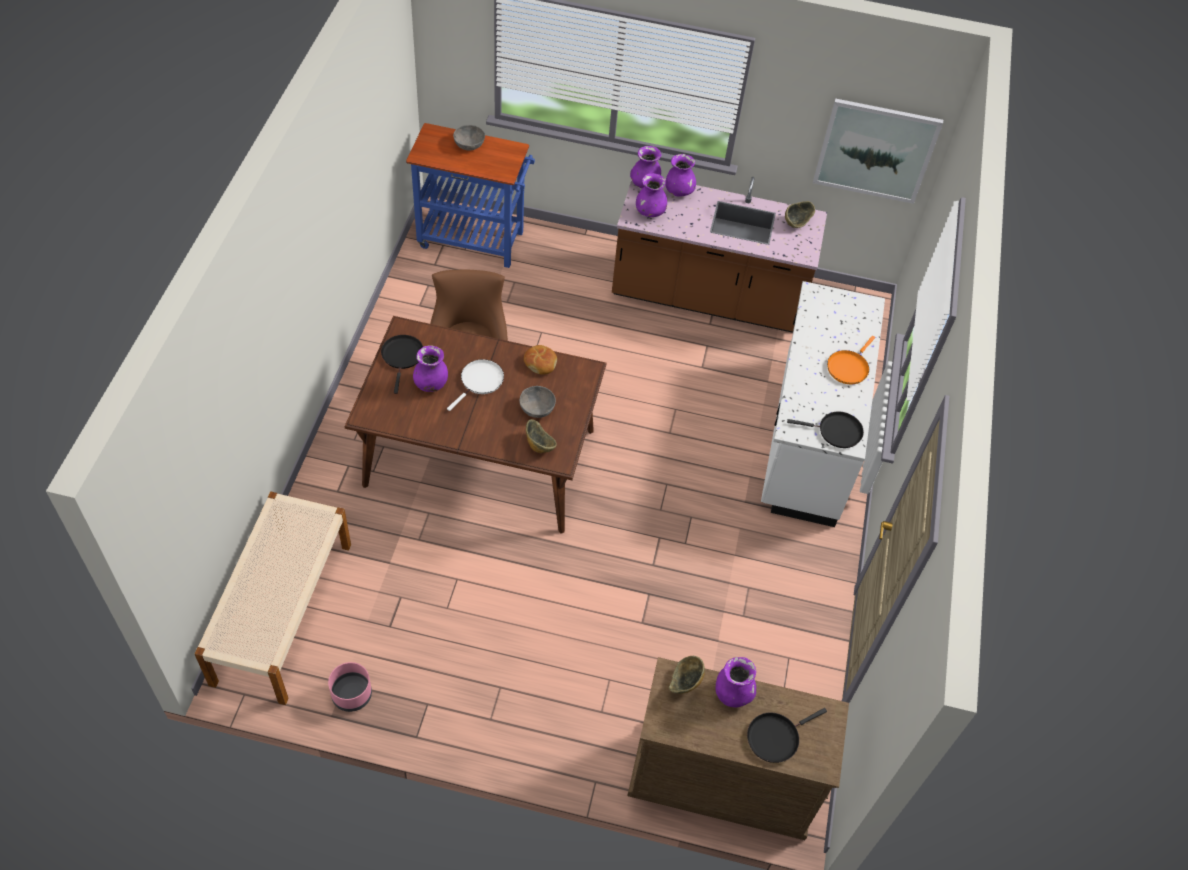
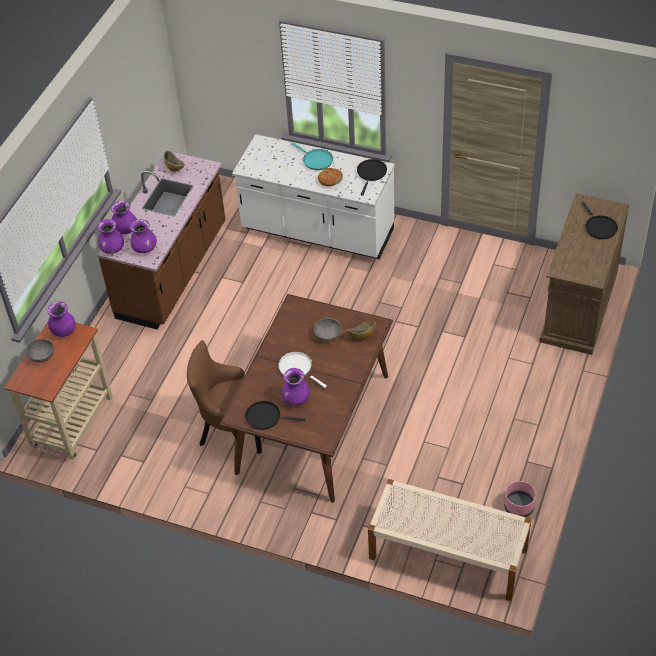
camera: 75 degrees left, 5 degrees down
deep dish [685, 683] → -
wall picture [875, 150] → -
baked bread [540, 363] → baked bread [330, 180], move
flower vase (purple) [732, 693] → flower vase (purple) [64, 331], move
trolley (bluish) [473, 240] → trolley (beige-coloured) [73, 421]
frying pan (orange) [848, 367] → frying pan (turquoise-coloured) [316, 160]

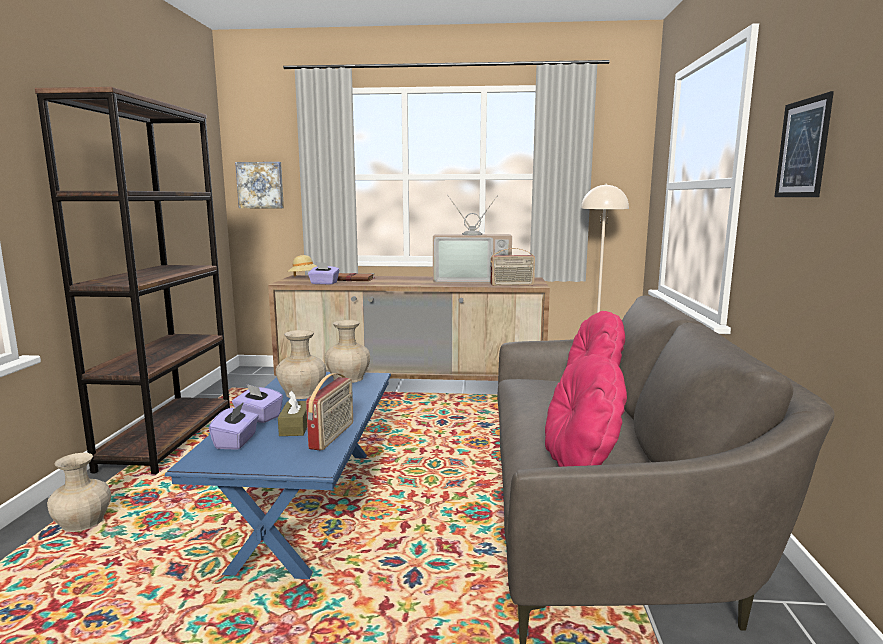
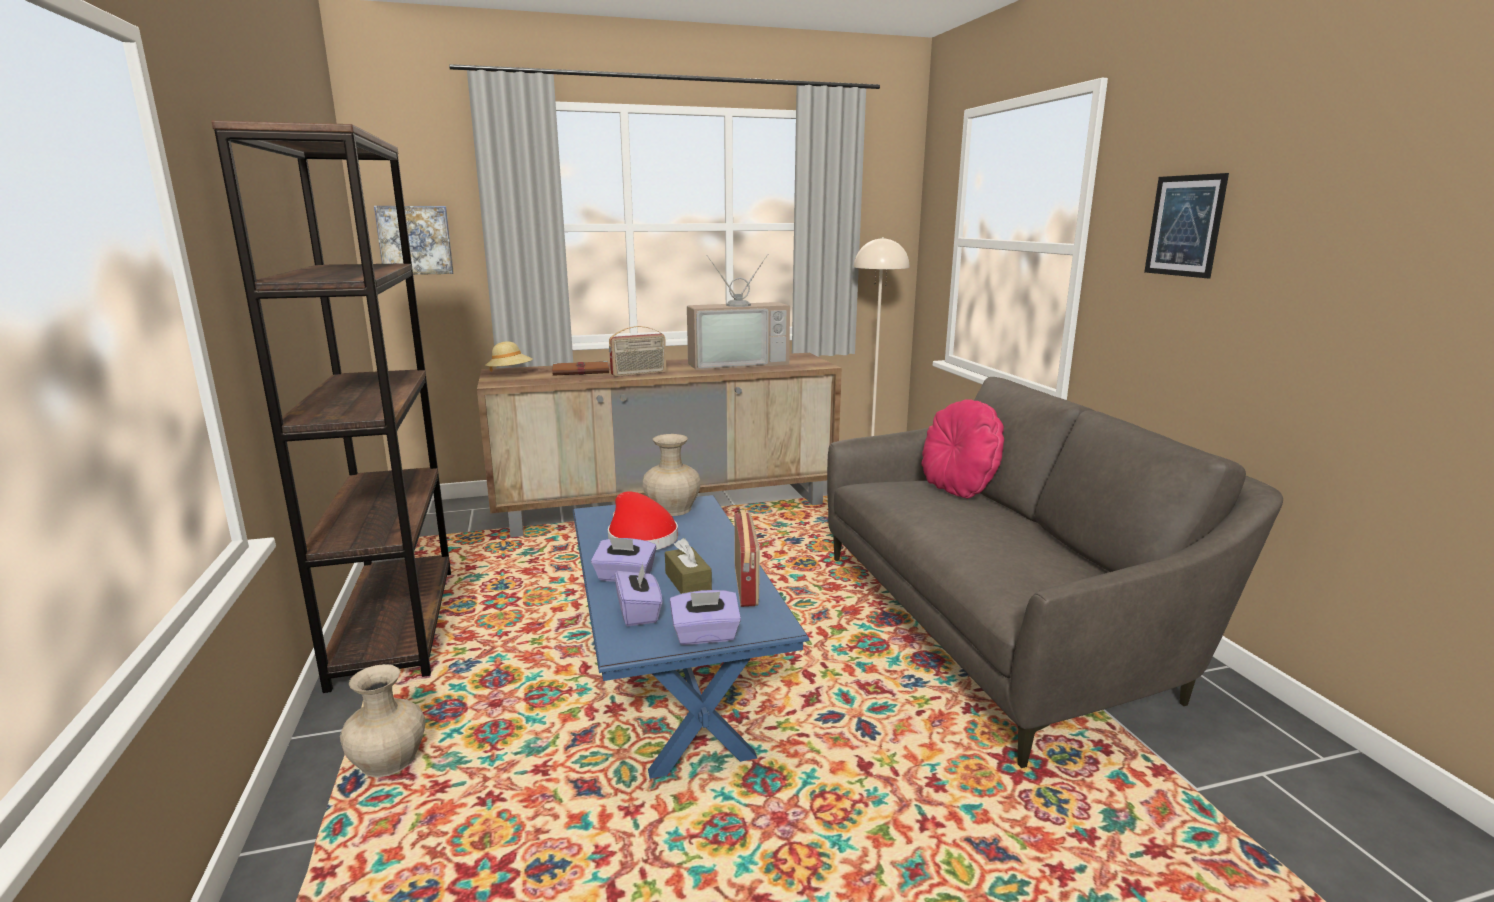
camera: 20 degrees left, 5 degrees up
cushion (pink-coloured) [580, 465] → -
box of tissues (purple) [324, 283] → box of tissues (purple) [705, 636], move
radio set [512, 285] → radio set [639, 374], move
flower vase (beige-coloured) [301, 394] → wearable hat (red-coloured) [640, 537]

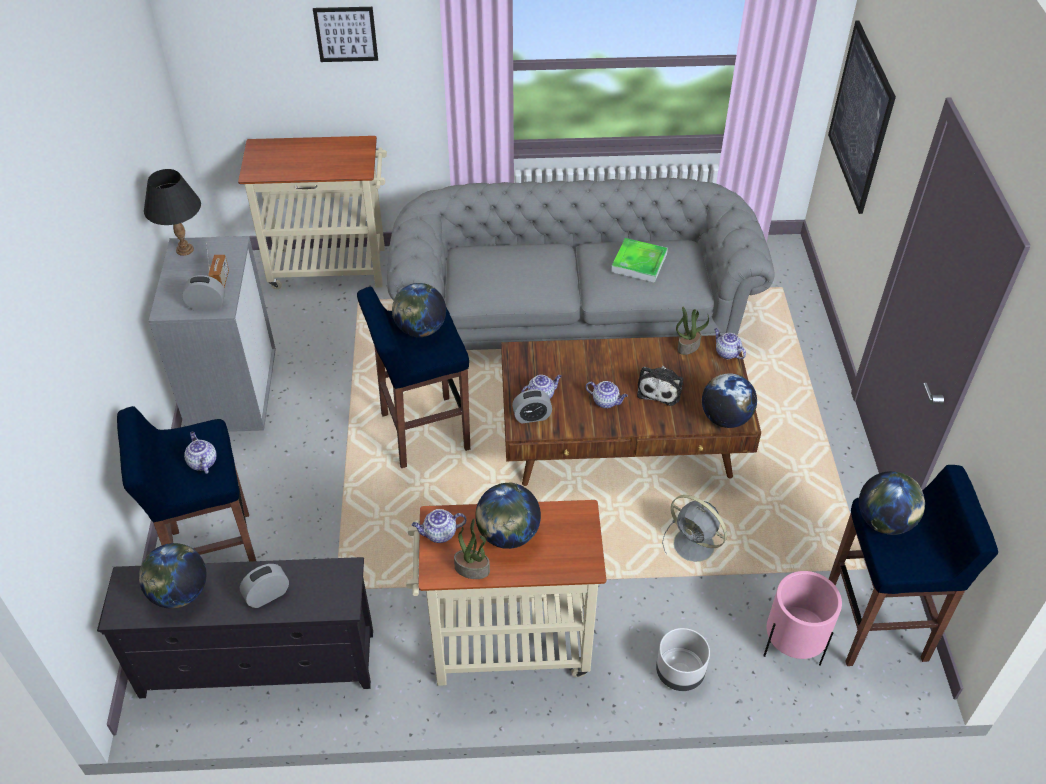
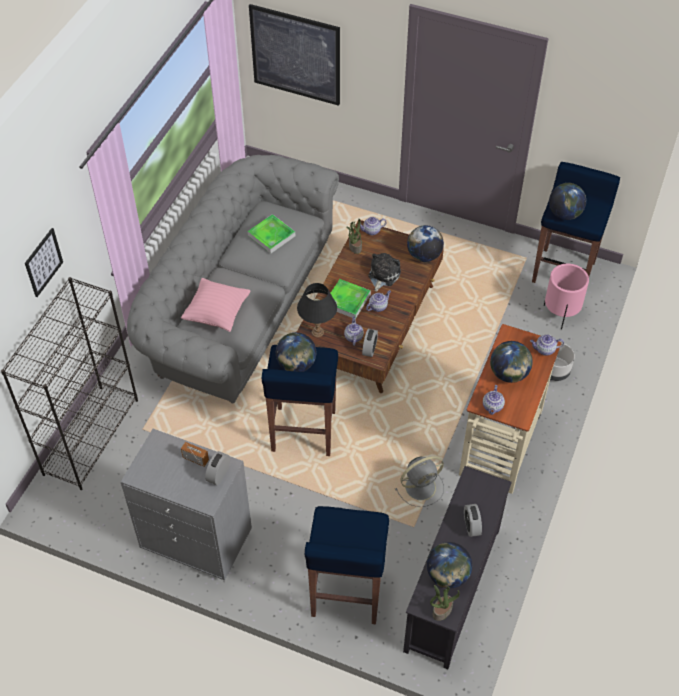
camera: 65 degrees left, 5 degrees up
- → cushion (pink-coloured) [217, 314]
- → serving tray [347, 300]
table lamp (black) [184, 250] → table lamp (black) [317, 332], move
teapot [202, 462] → teapot [544, 350], move
houseplant [472, 569] → houseplant [442, 610], move
cooling fan (greyish) [695, 546] → cooling fan (greyish) [421, 487], move
trolley (beige-coloured) [330, 268] → bookcase (black) [91, 436]
cuddly toy [660, 389] → cuddly toy [383, 275], 105 degrees counterclockwise

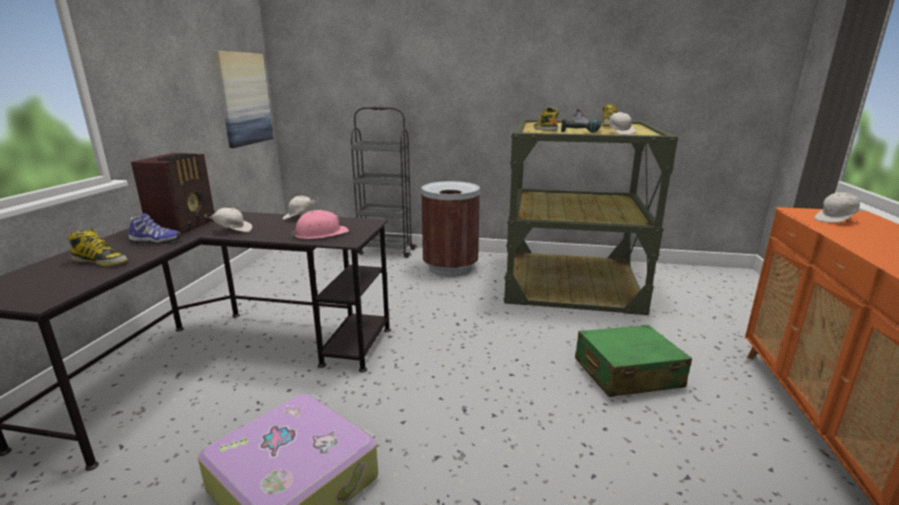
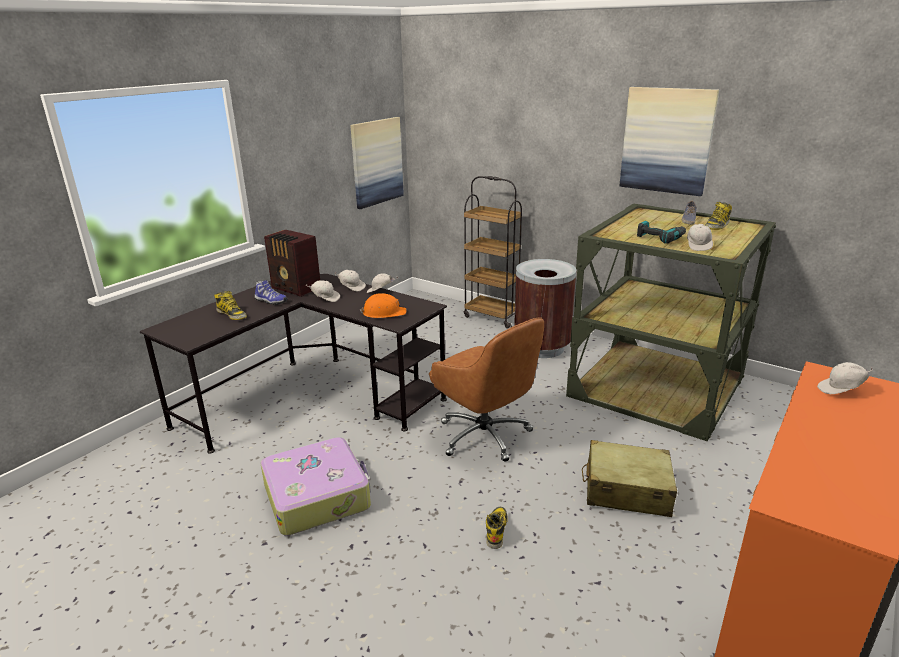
camera: 25 degrees right, 5 degrees up
- → peaked cap (white) [351, 287]
- → desk chair (brownish) [483, 436]
- → wall picture [667, 140]
boot [544, 129] → boot [496, 529], move
safety helmet (pink-coloured) [320, 233] → safety helmet (orange) [383, 312]
trolley (greyish) [386, 251] → trolley (brownish) [492, 318]
piece of luggage (greenish) [627, 373] → piece of luggage (beige-coloured) [626, 490]
radio set [185, 226] → radio set [296, 288], 90 degrees clockwise

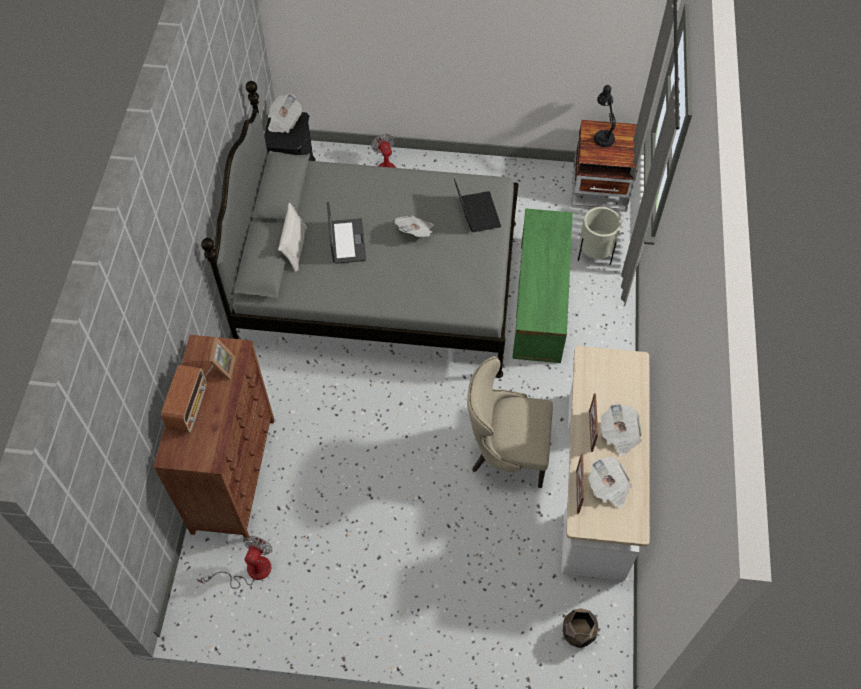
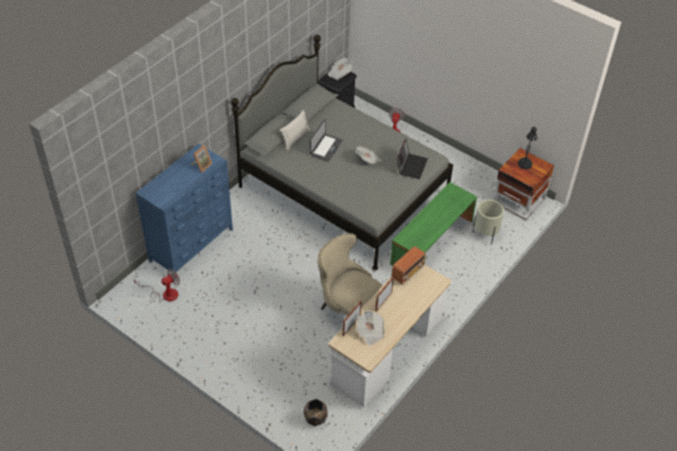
camera: 30 degrees right, 10 degrees down
daily paper [619, 435] → -
radio set [188, 407] → radio set [408, 272], move
chest of drawers (brownish) [233, 475] → chest of drawers (bluish) [191, 245]

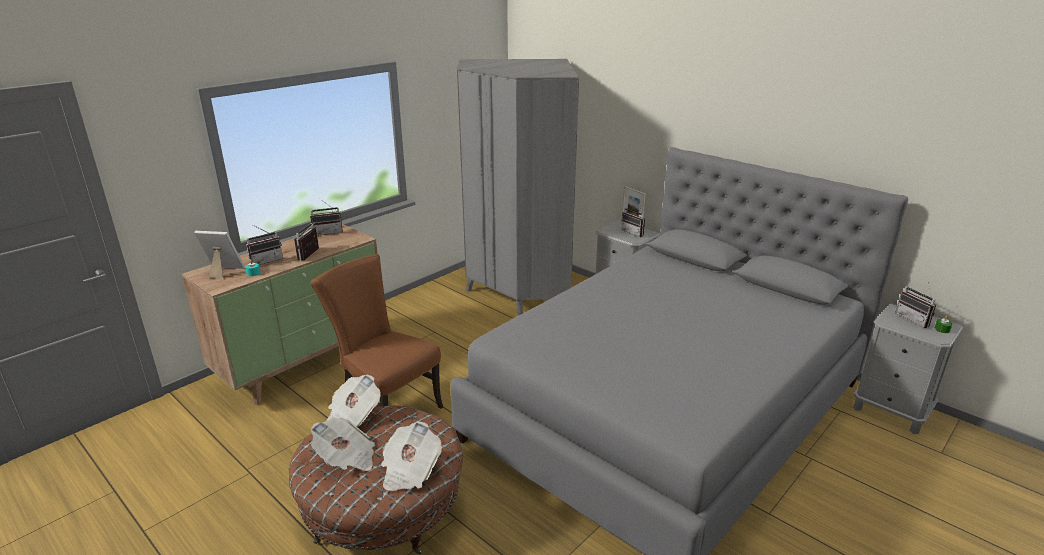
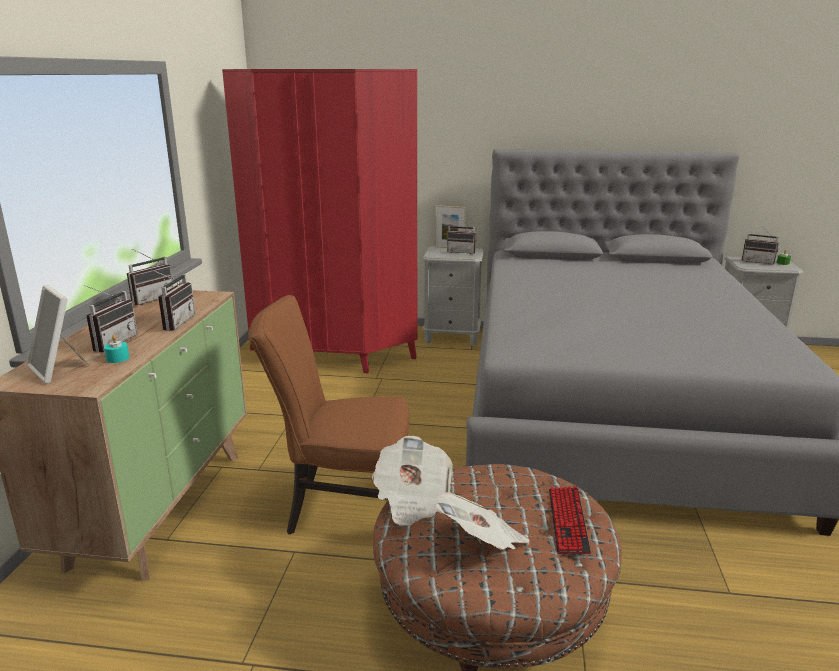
camera: 35 degrees left, 5 degrees down
daily paper [409, 470] → computer keyboard [568, 521]
armoire (greyish) [520, 288] → armoire (red-coloured) [334, 350]
standing frame [223, 272] → standing frame [59, 369], 105 degrees counterclockwise
radio set [311, 255] → radio set [174, 323], 150 degrees counterclockwise

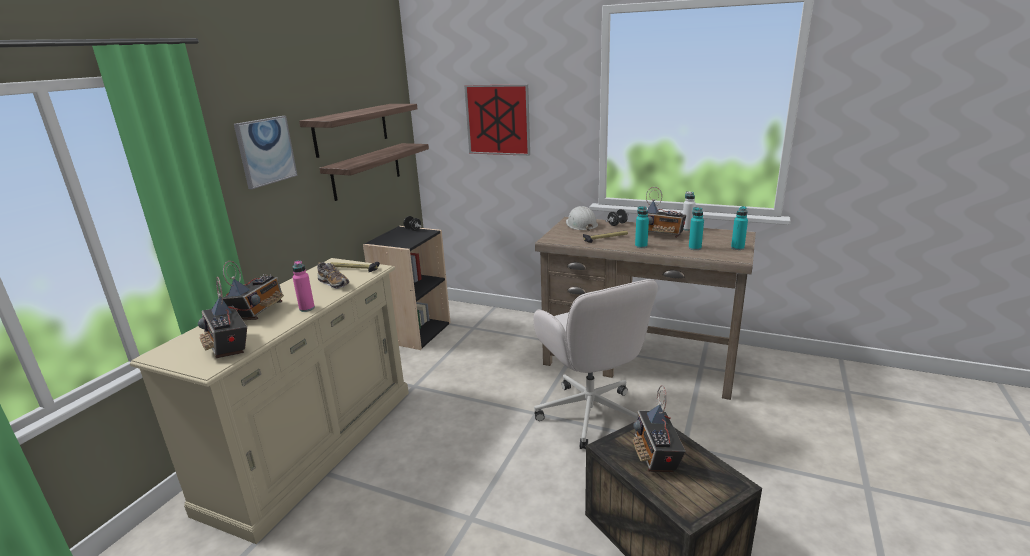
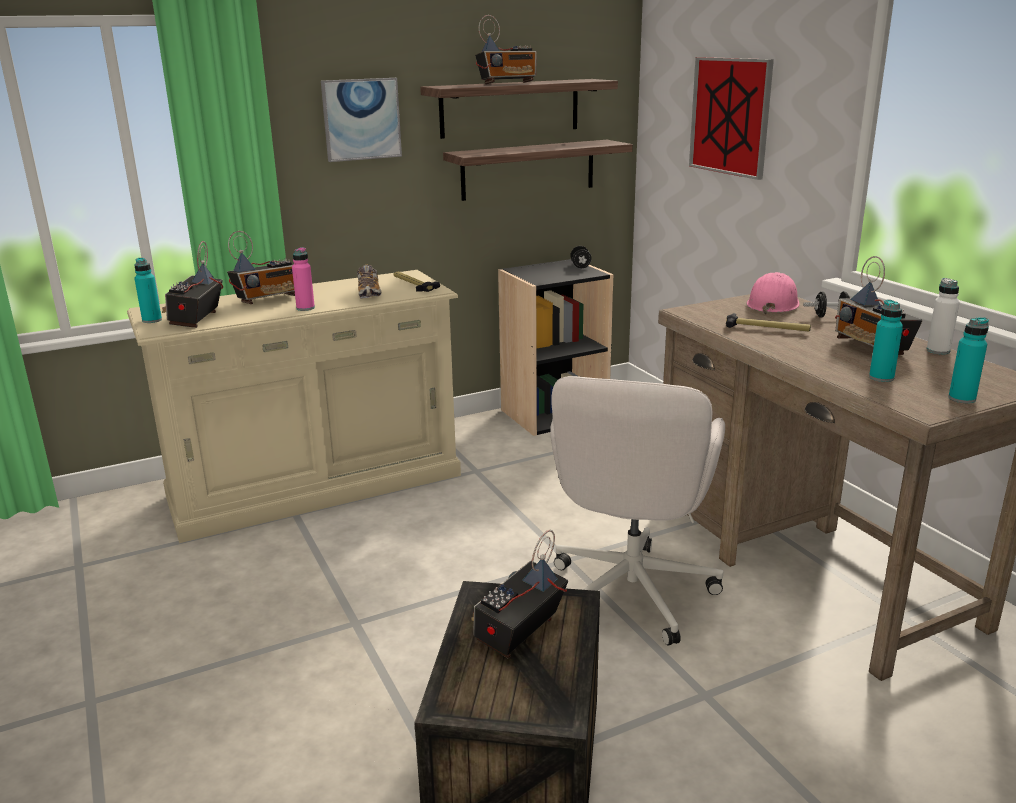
camera: 40 degrees right, 0 degrees up
- → radio set [508, 83]
drink bottle (turquoise-coloured) [641, 246] → drink bottle (turquoise-coloured) [152, 320], move
safety helmet (white) [581, 225] → safety helmet (pink-coloured) [773, 304]

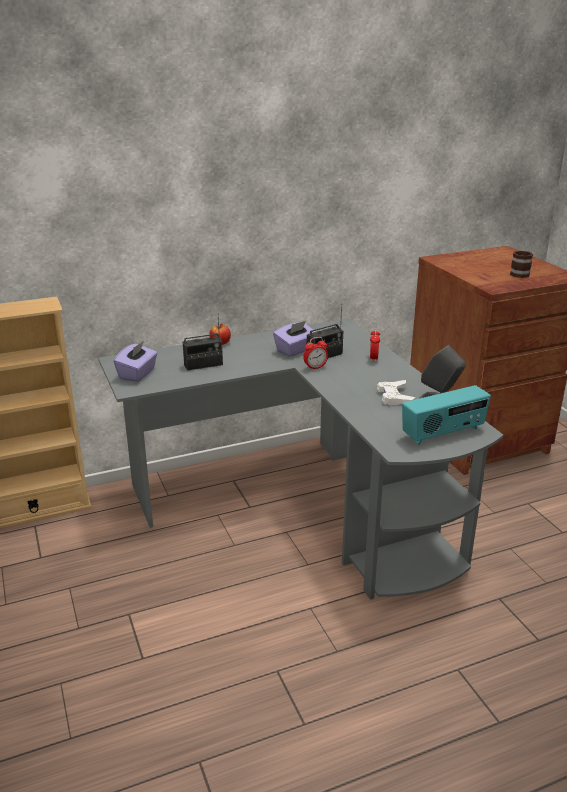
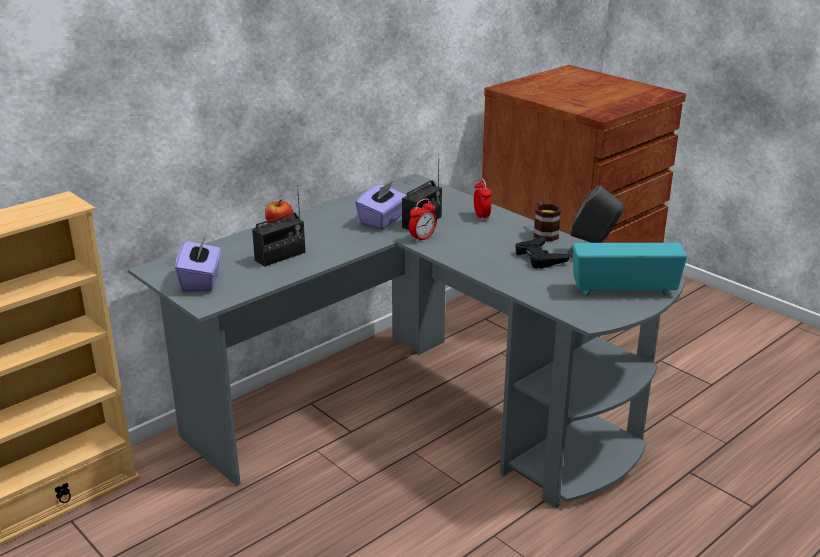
camera: 20 degrees left, 0 degrees up
coffee mug [519, 273] → coffee mug [543, 233], move
joypad (white) [394, 396] → joypad (black) [539, 257]
radio set [443, 433] → radio set [624, 290], 135 degrees counterclockwise

